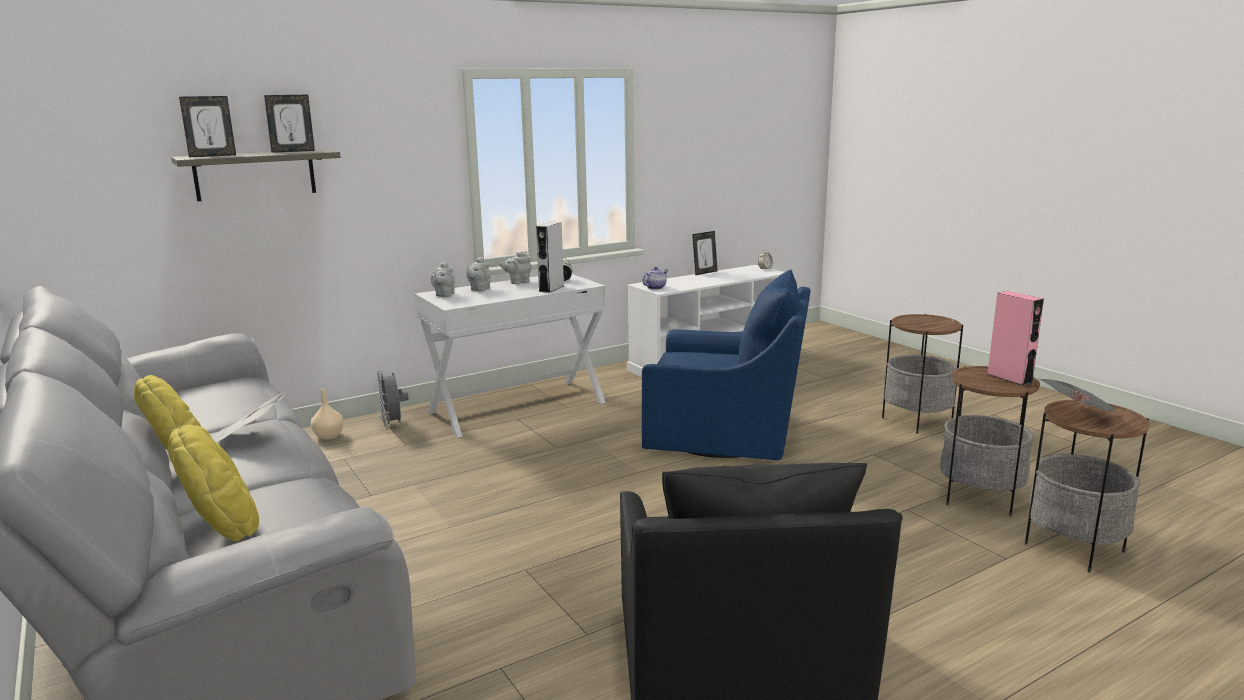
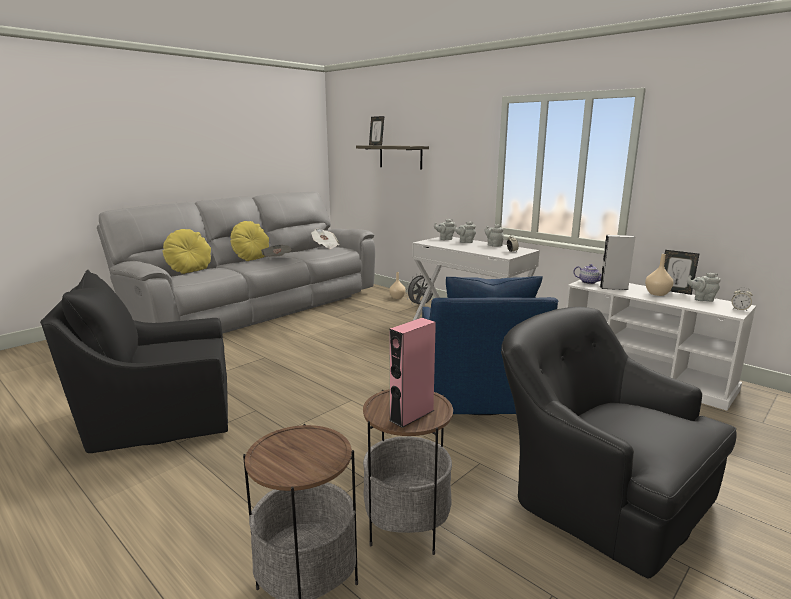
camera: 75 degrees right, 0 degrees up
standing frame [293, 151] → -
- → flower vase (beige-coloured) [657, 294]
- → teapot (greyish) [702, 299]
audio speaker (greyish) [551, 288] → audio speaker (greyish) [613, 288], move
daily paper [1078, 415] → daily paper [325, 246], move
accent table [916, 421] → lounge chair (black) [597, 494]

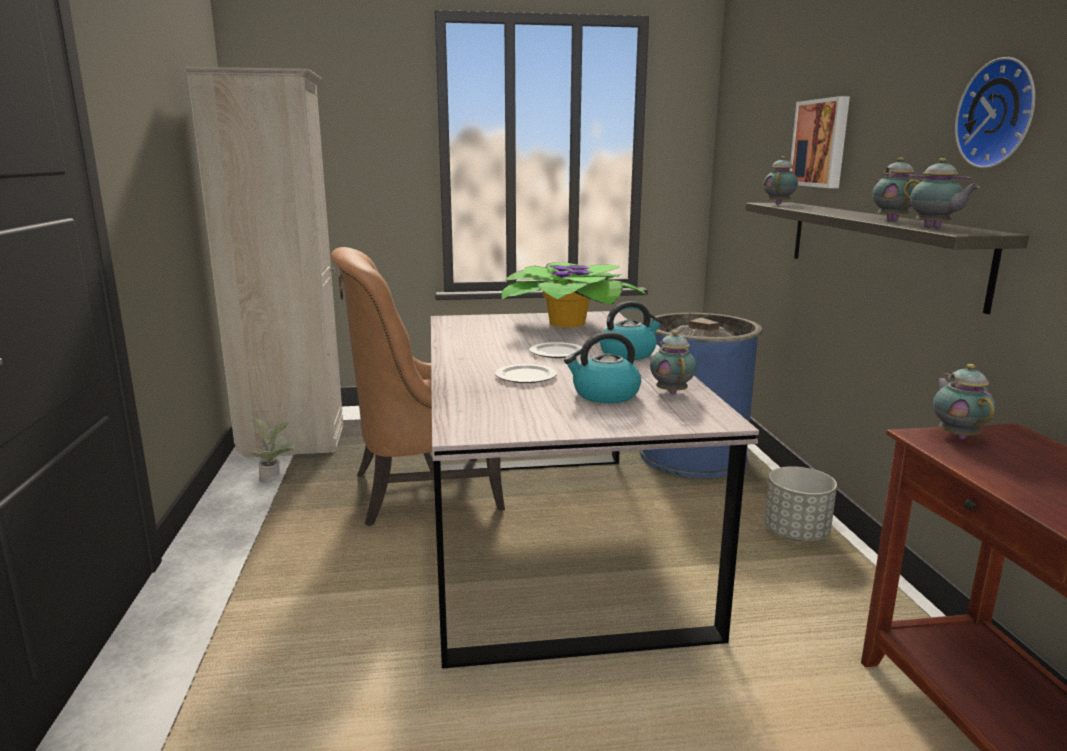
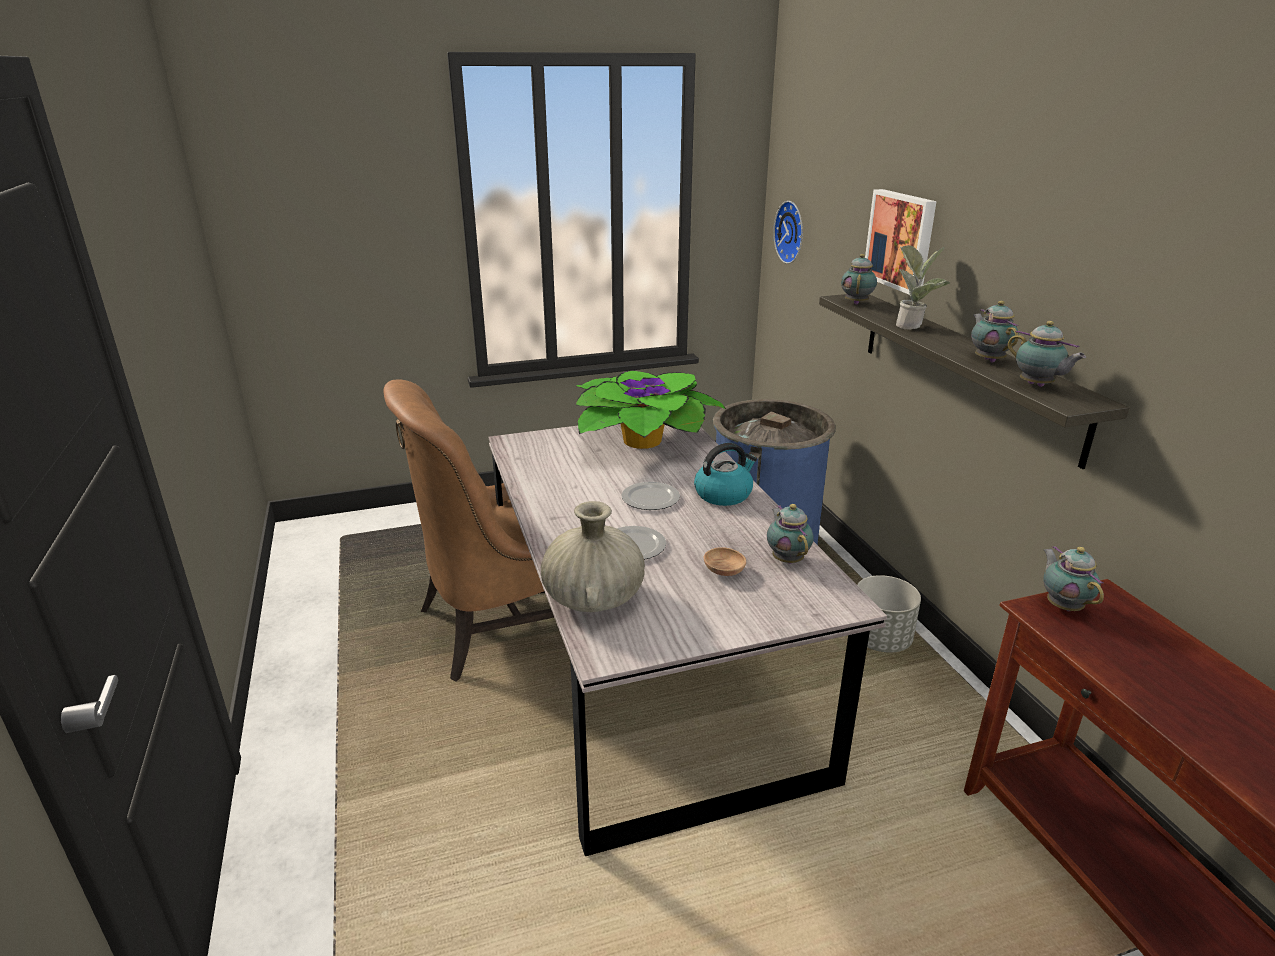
camera: 10 degrees left, 10 degrees up
storage cabinet (beige-coloured) [294, 441] → -
- → flower vase (beige-coloured) [594, 598]
houseplant [275, 479] → houseplant [914, 326], move
hanging clock [1000, 114] → hanging clock [792, 232], move
tea kettle [604, 395] → deep dish (brownish) [724, 571]

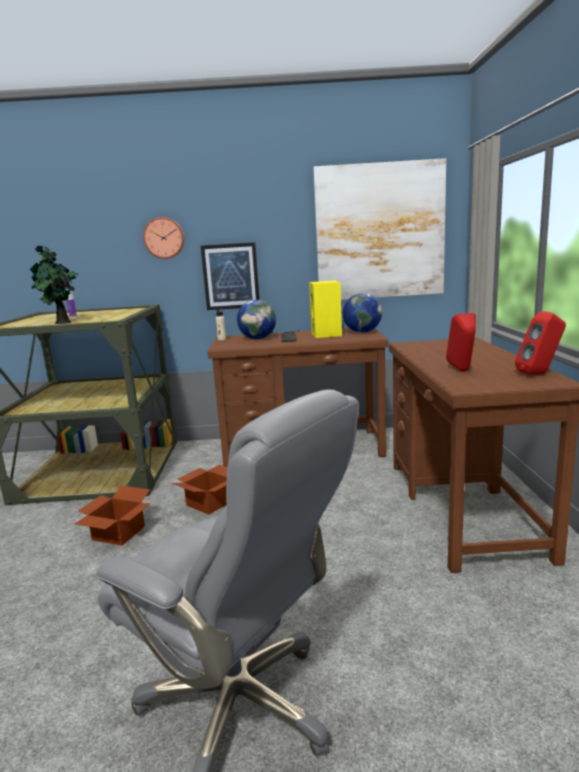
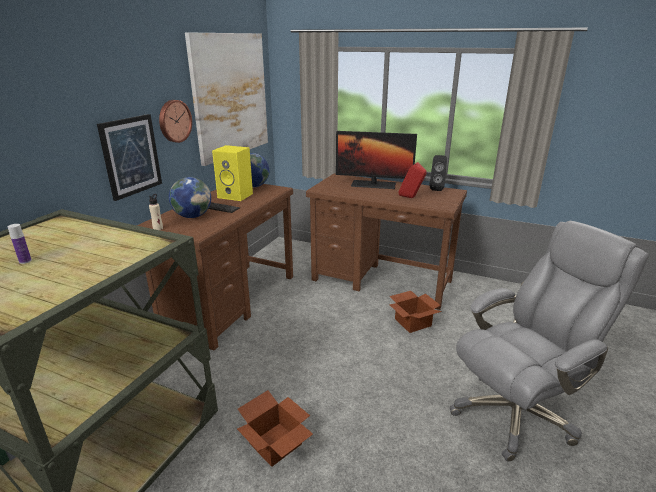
camera: 65 degrees left, 10 degrees up
houseplant [61, 323] → -
- → computer display [373, 185]
hanging clock [164, 238] → hanging clock [174, 121], move
packing box [211, 502] → packing box [412, 322], move
audio speaker (red-coloured) [540, 374] → audio speaker (black) [436, 189]

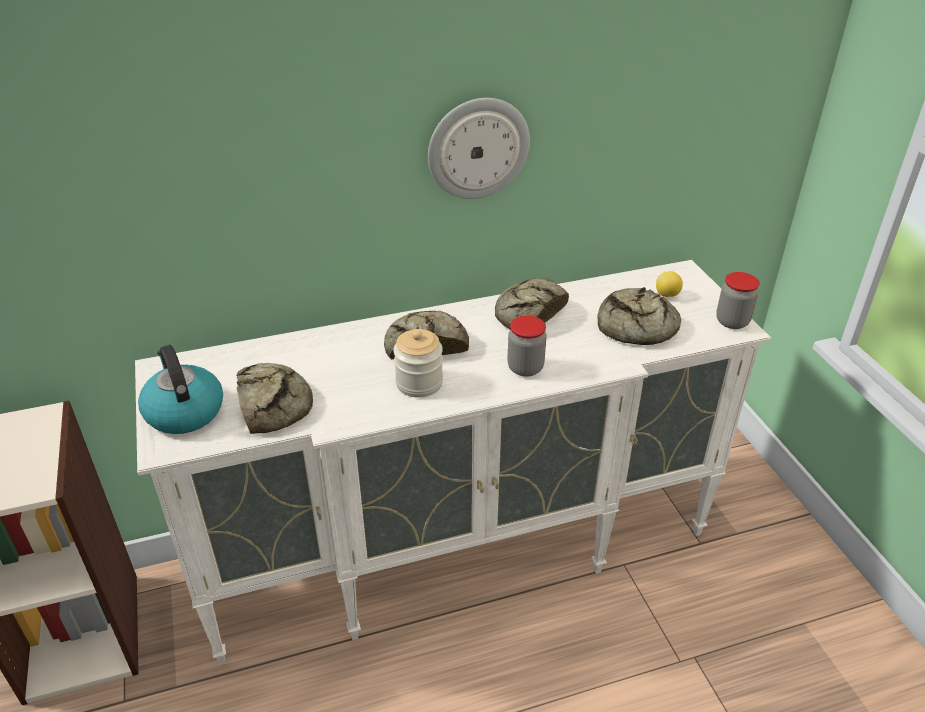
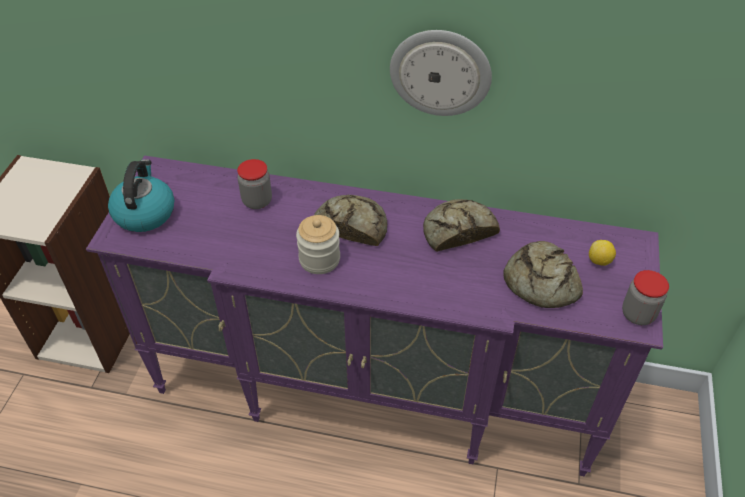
camera: 30 degrees right, 10 degrees up
baked bread [272, 403] → -
preserve jar [525, 368] → preserve jar [257, 201], move
storage cabinet (white) [460, 552] → storage cabinet (purple) [374, 391]

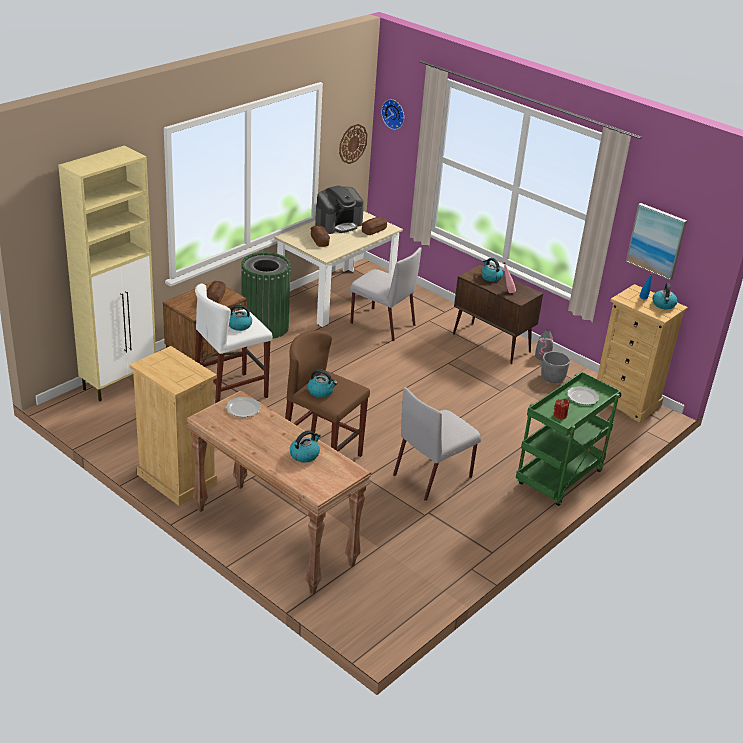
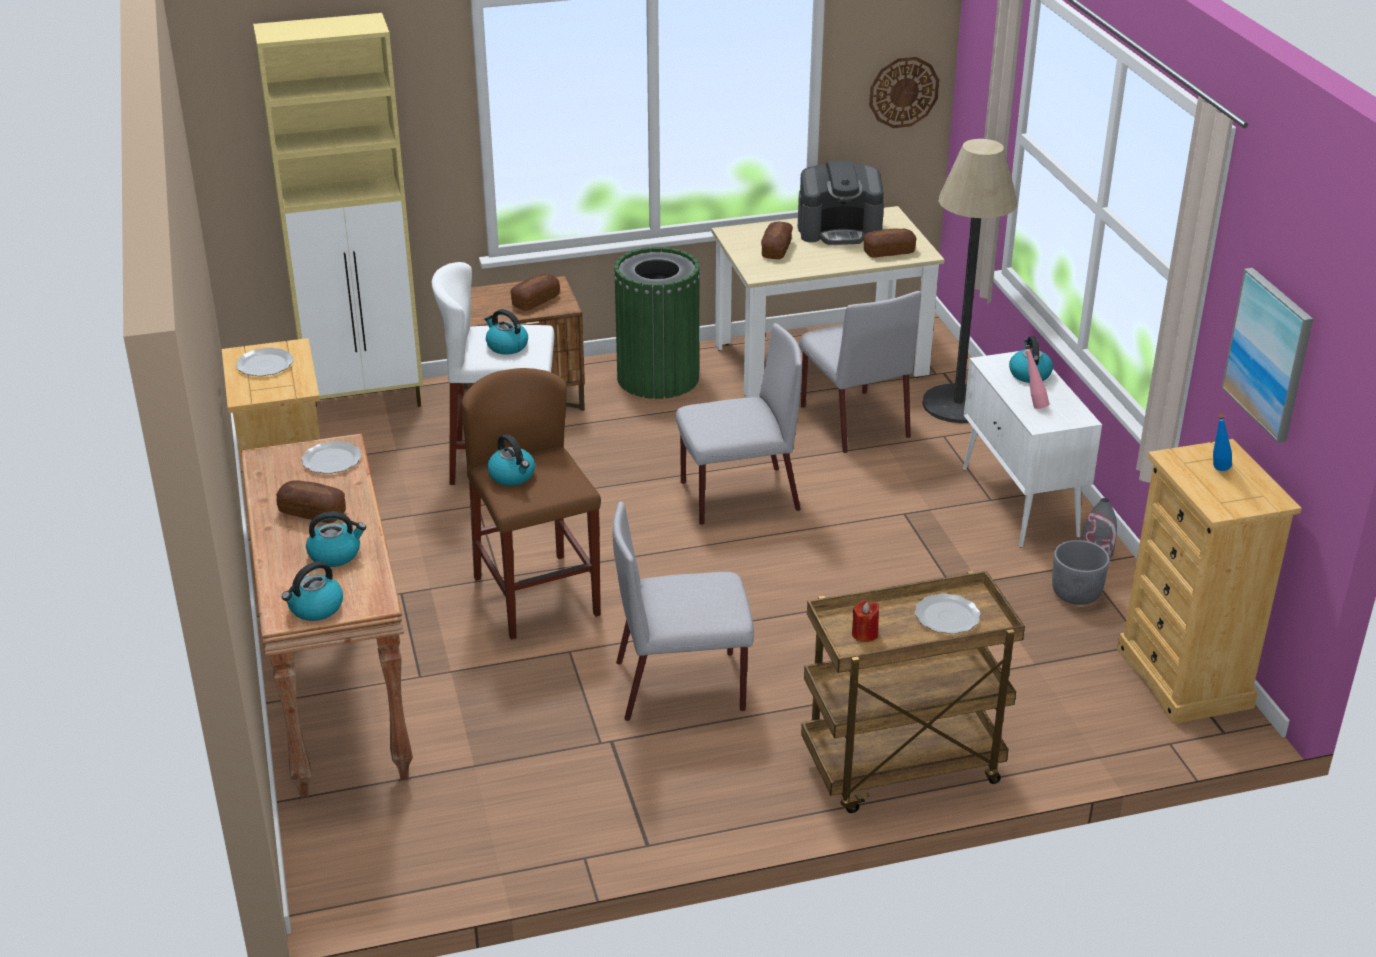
camera: 35 degrees right, 0 degrees up
hanging clock [394, 113] → -
- → dinner plate [265, 365]
- → baked bread [312, 512]
- → plain chair (greyish) [737, 497]
- → standing lamp [958, 404]
tea kettle [663, 305] → tea kettle [315, 608], move
storage cabinet (brownish) [492, 343] → storage cabinet (white) [1020, 503]
trolley (greenish) [559, 479] → trolley (brownish) [900, 769]

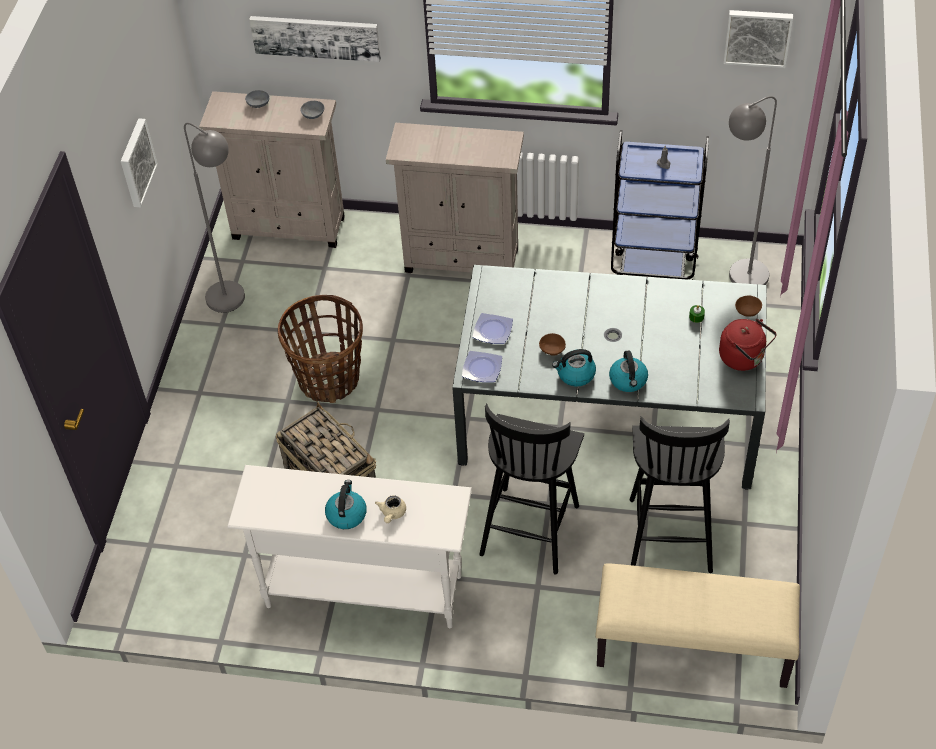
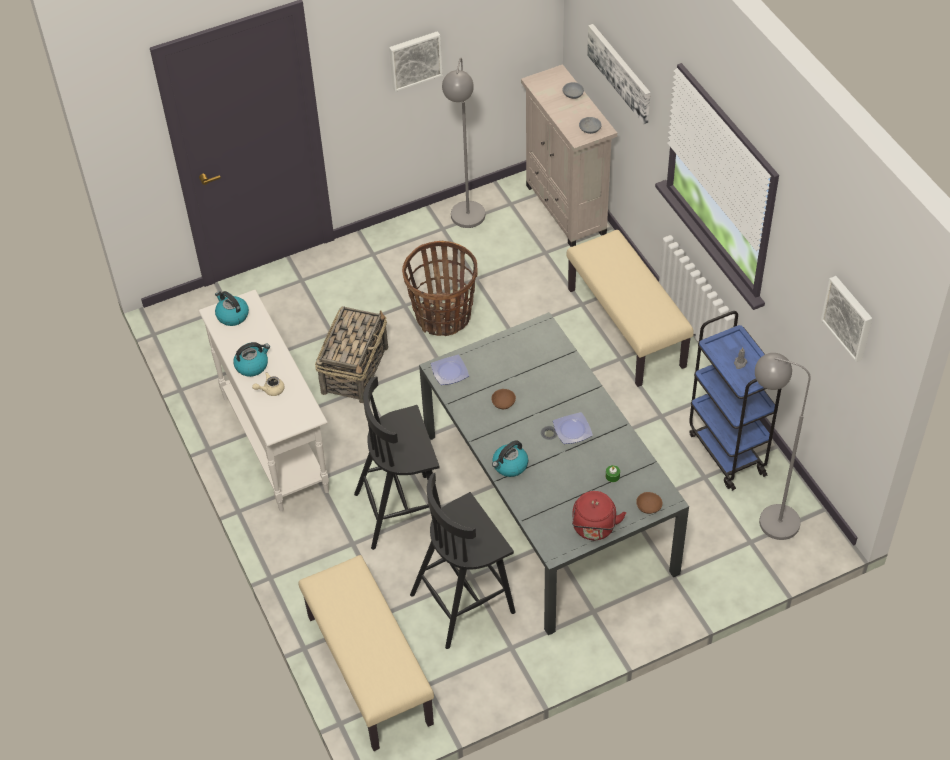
camera: 55 degrees right, 0 degrees up
dinner plate [493, 330] → dinner plate [573, 430], move
tea kettle [575, 375] → tea kettle [232, 315], move
storage cabinet (beige-coloured) [463, 259] → indoor bench (beige-coloured) [627, 328]

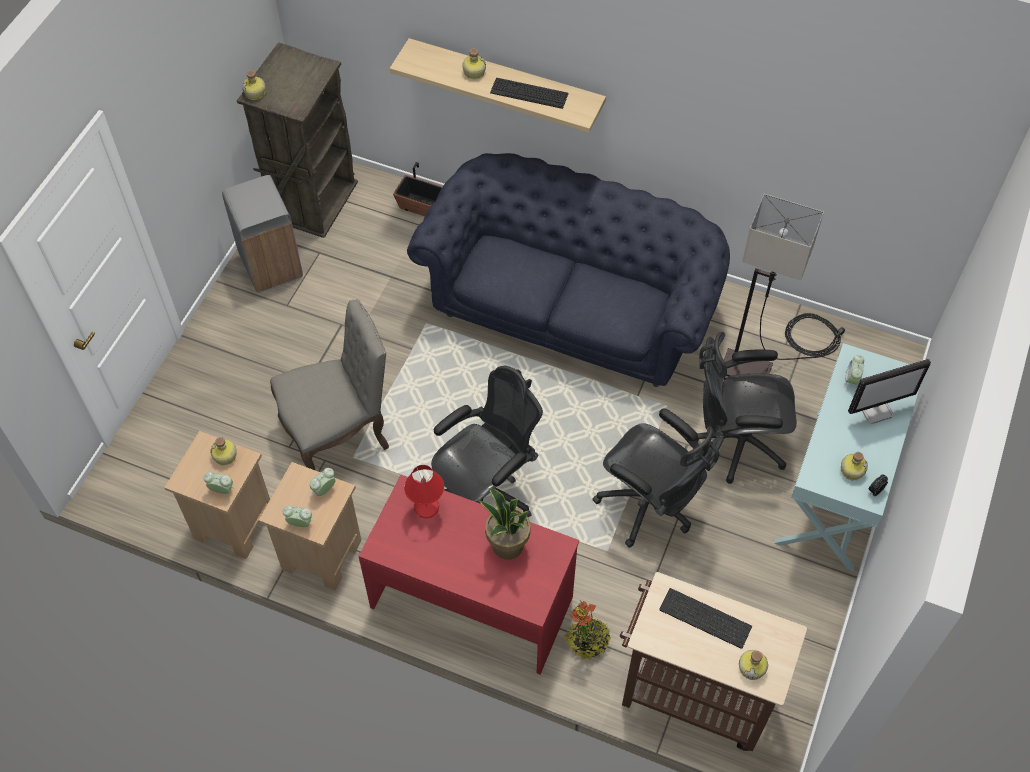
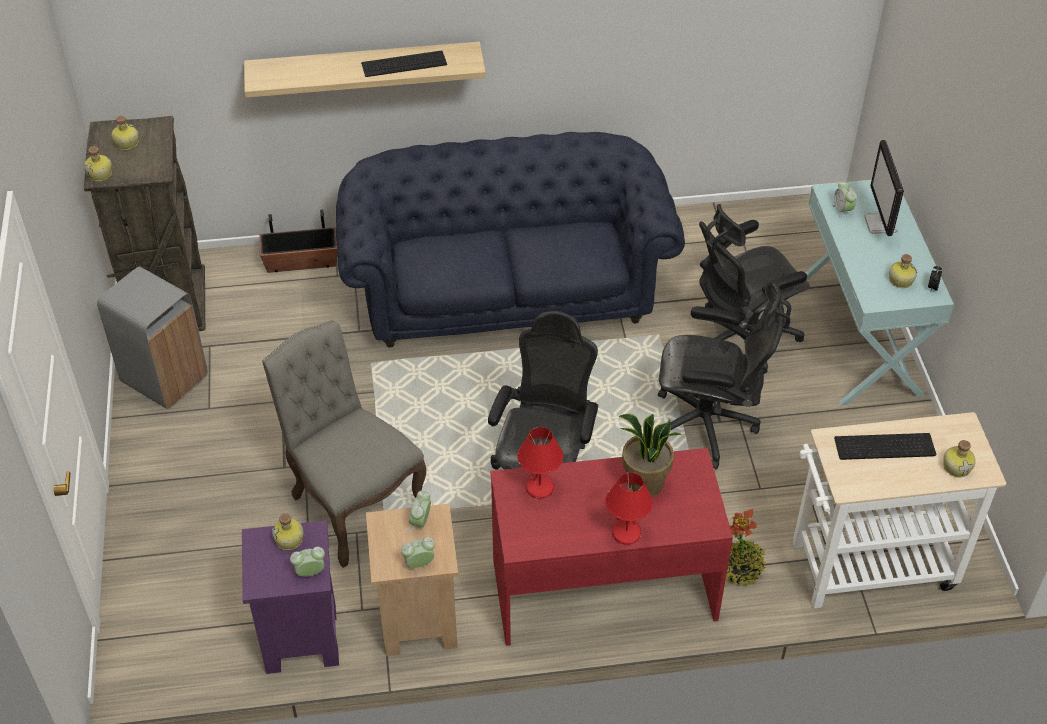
camera: 30 degrees left, 10 degrees down
standing lamp [782, 353] → -
- → table lamp (red-coloured) [627, 533]
drink bottle [473, 72] → drink bottle [126, 143], move
nightstand (beige-coloured) [234, 523] → nightstand (purple) [300, 637]
trolley (brownish) [693, 695] → trolley (white) [870, 567]
plain chair (greyish) [338, 436] → plain chair (greyish) [354, 504], 75 degrees counterclockwise
computer display [875, 409] → computer display [881, 224], 135 degrees clockwise

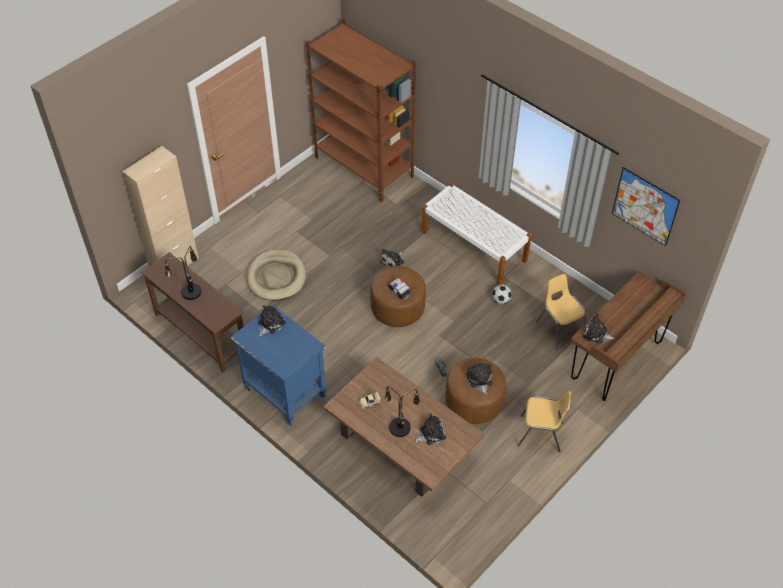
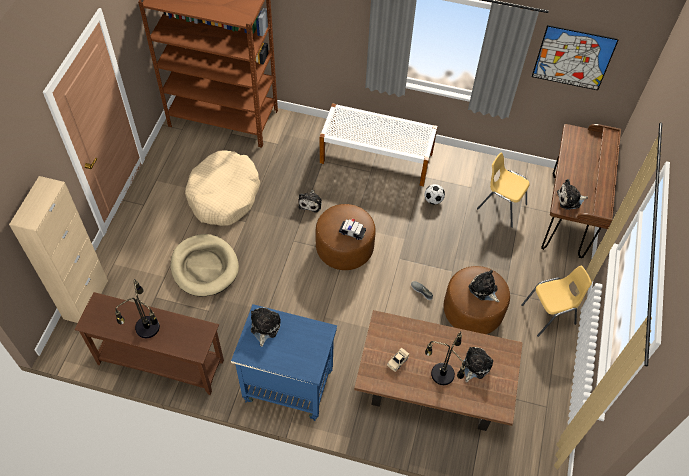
camera: 30 degrees left, 5 degrees up
- → dog cushion (beige-coloured) [224, 195]

